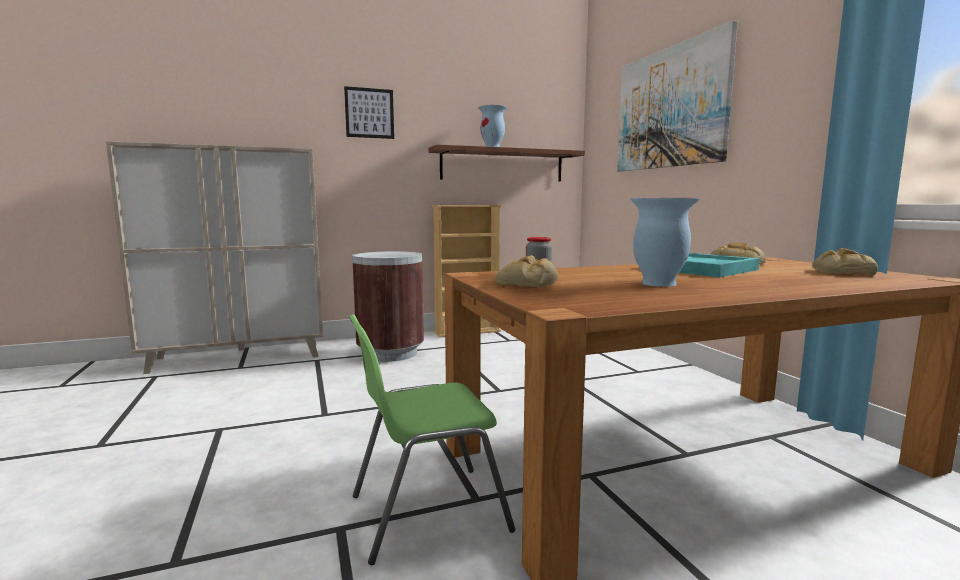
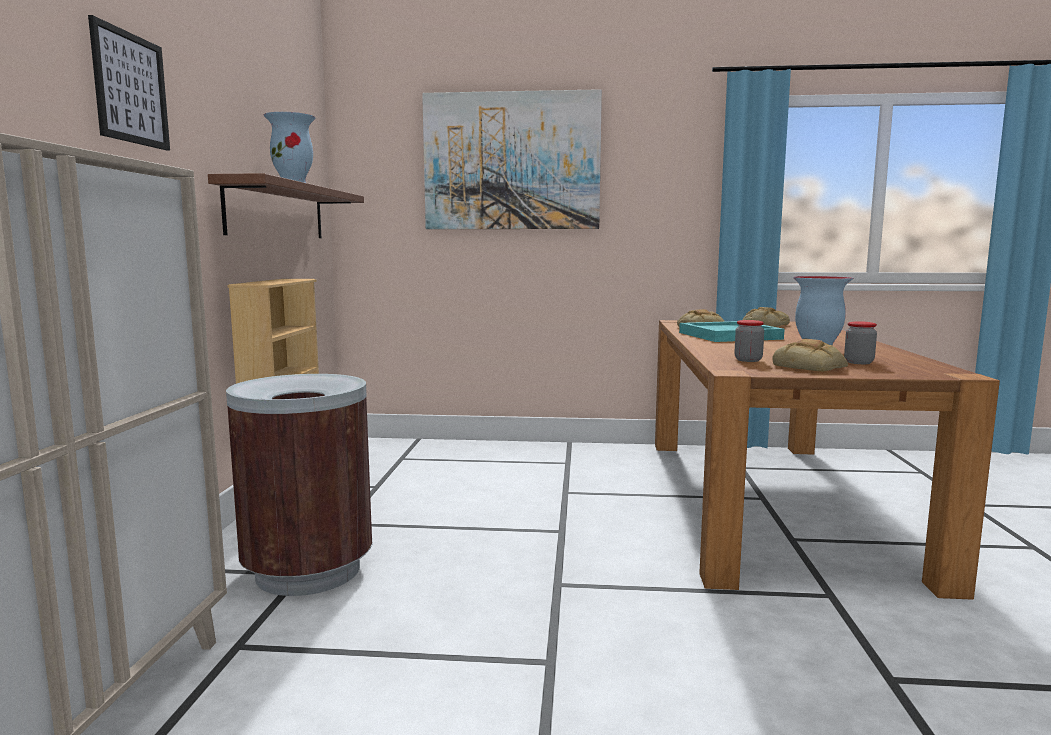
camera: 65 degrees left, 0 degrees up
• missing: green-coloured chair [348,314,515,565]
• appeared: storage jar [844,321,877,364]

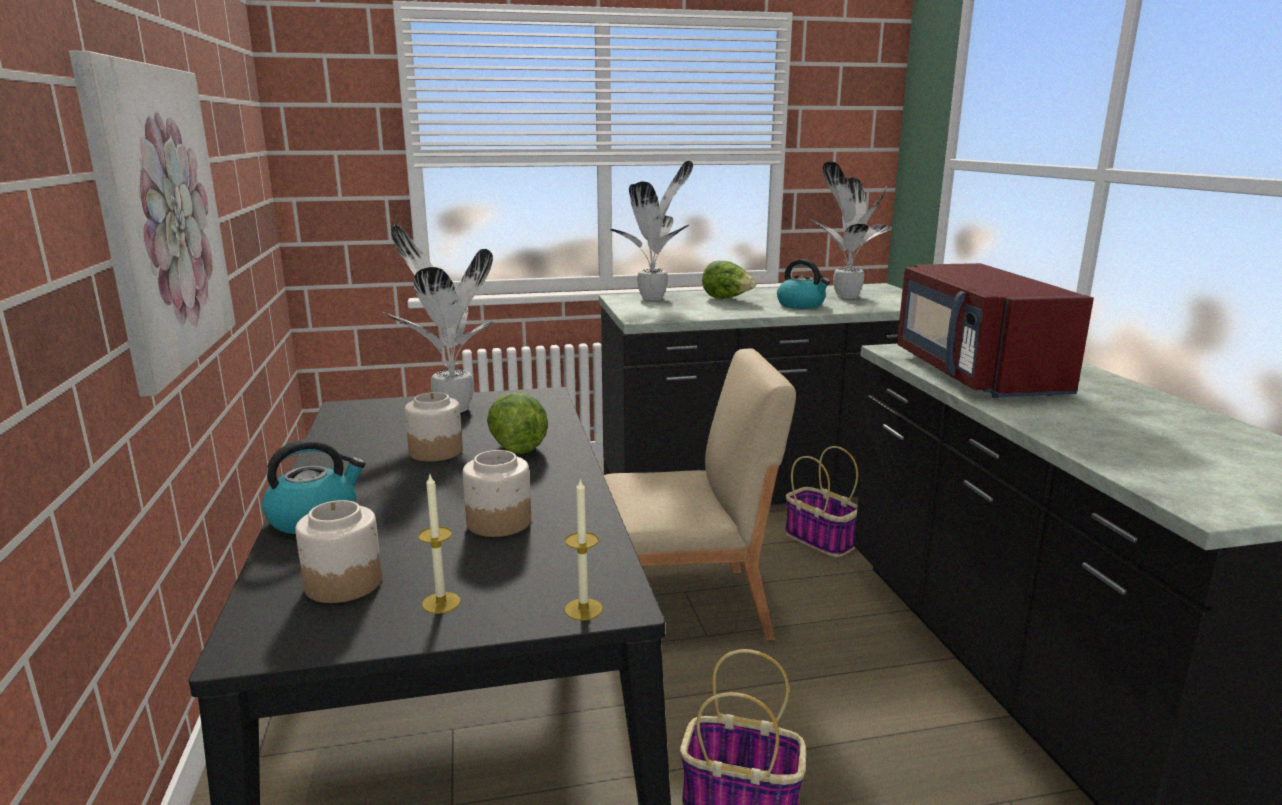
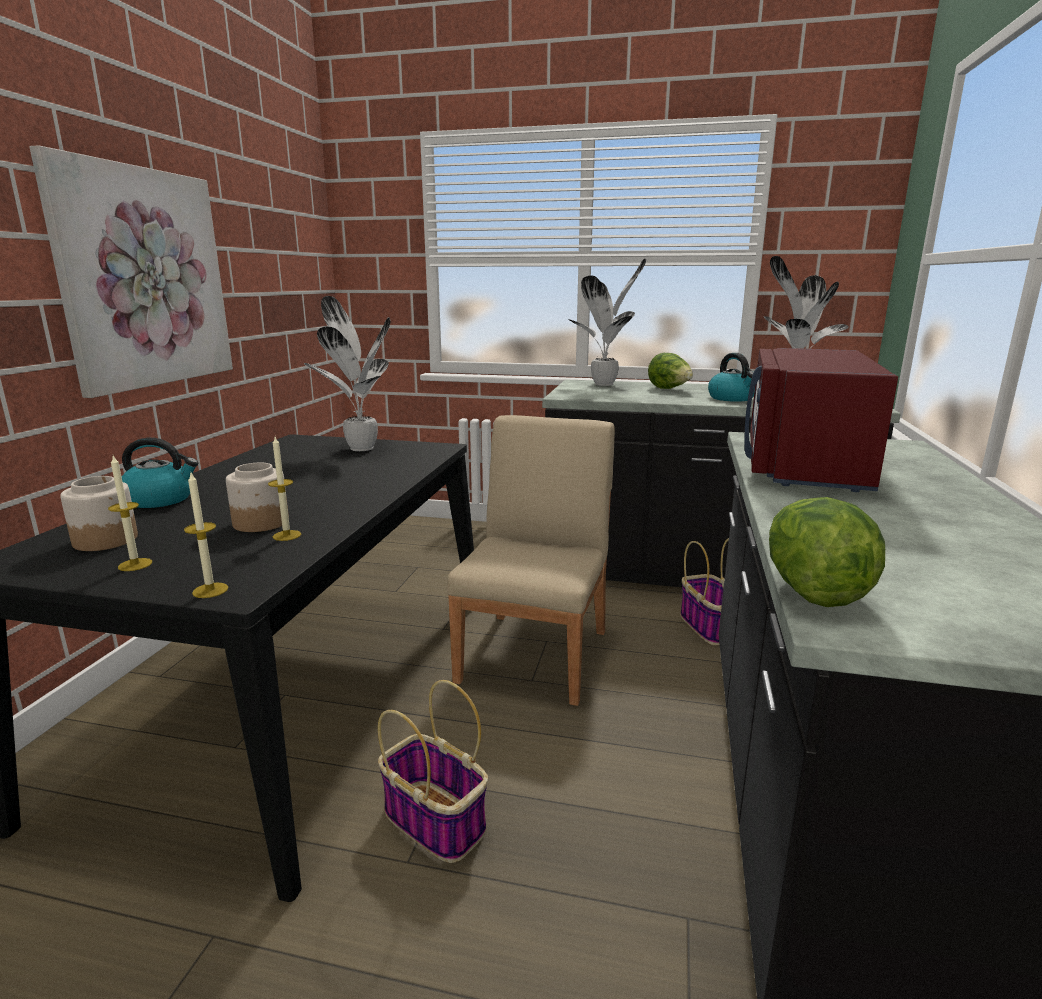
camera: 25 degrees right, 0 degrees up
• spun: beige-coloured chair [604,348,796,640] = [447,415,615,706] 90 degrees counterclockwise
• missing: storage jar [405,392,463,461]
• relocated: lettuce [487,392,548,454] to [769,497,885,607]
• appeared: wax candle [268,437,301,541]

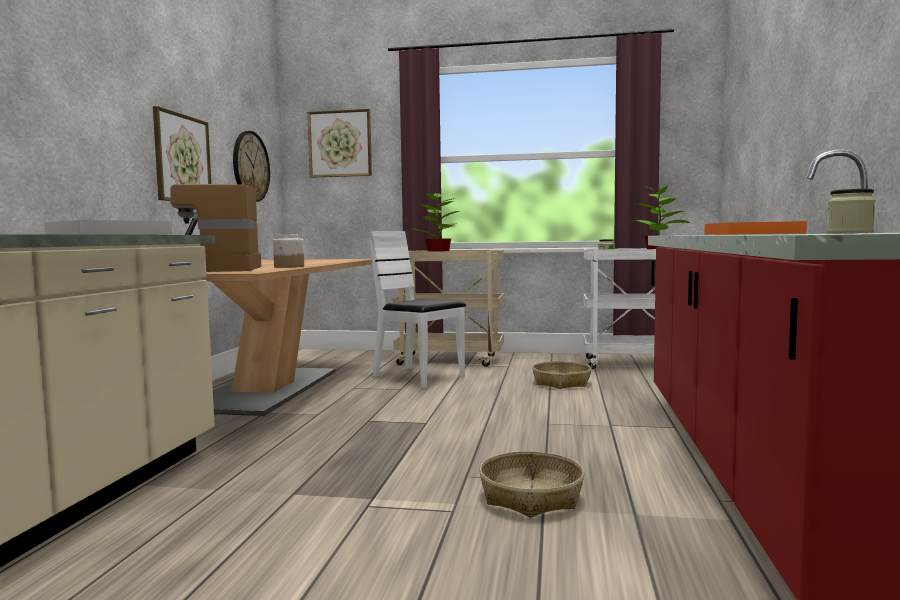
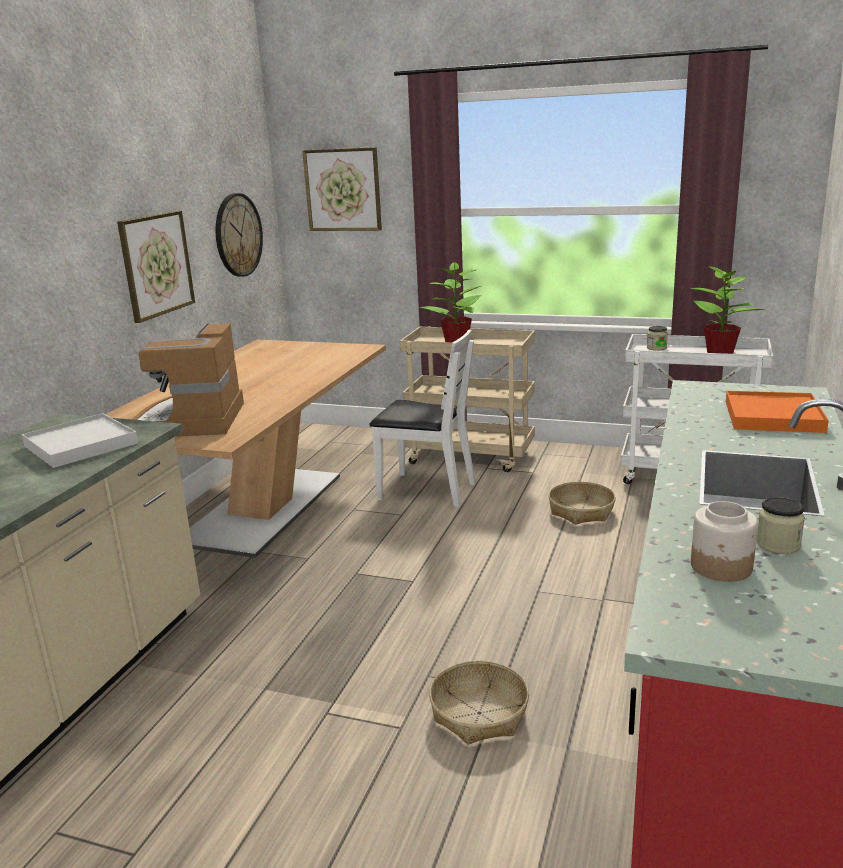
camera: 10 degrees right, 15 degrees up
• spun: white chair [369,231,466,388] = [369,329,475,507] 150 degrees clockwise
• relocated: storage jar [273,235,304,268] to [691,501,758,582]

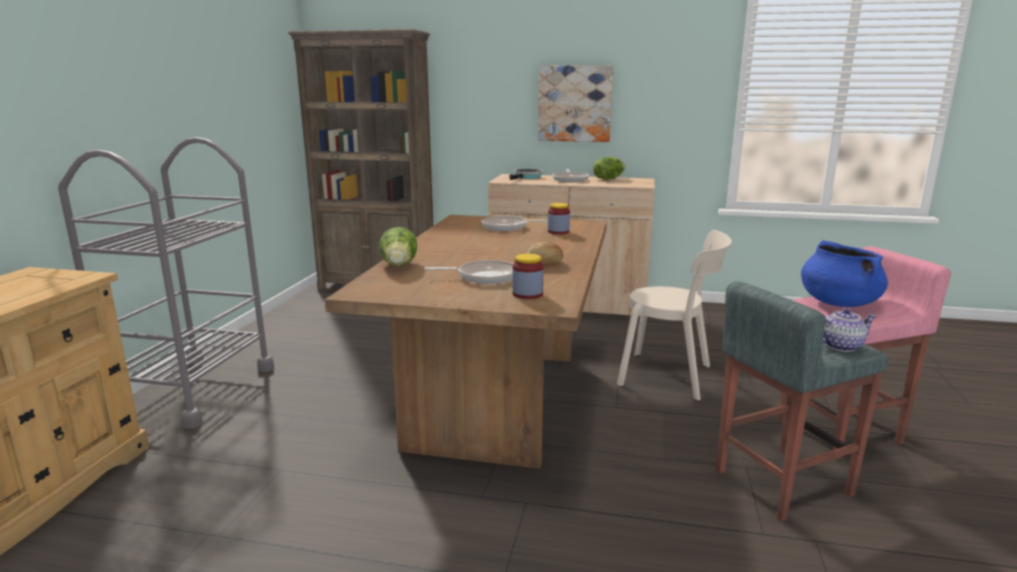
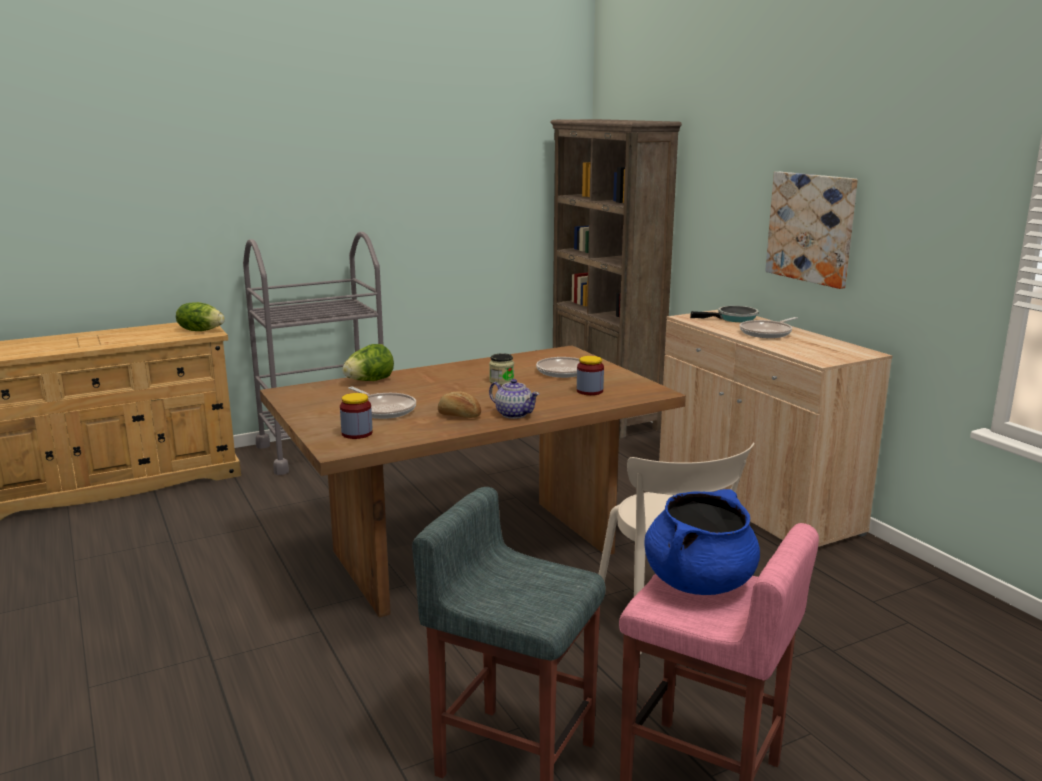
camera: 50 degrees right, 0 degrees up
• relocated: lettuce [593,157,625,180] to [176,302,225,331]
• relocated: teapot [823,308,876,352] to [489,379,539,419]
• appeared: storage jar [489,353,514,385]

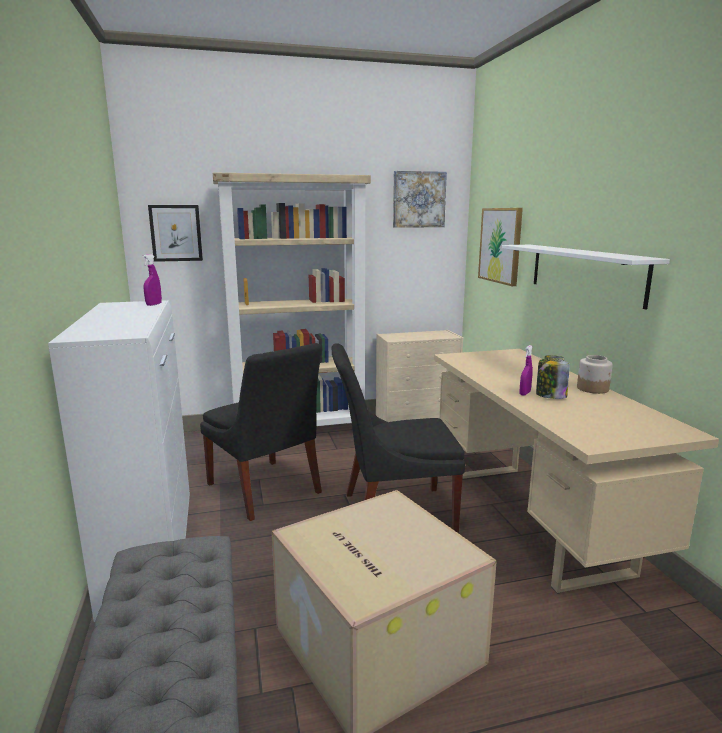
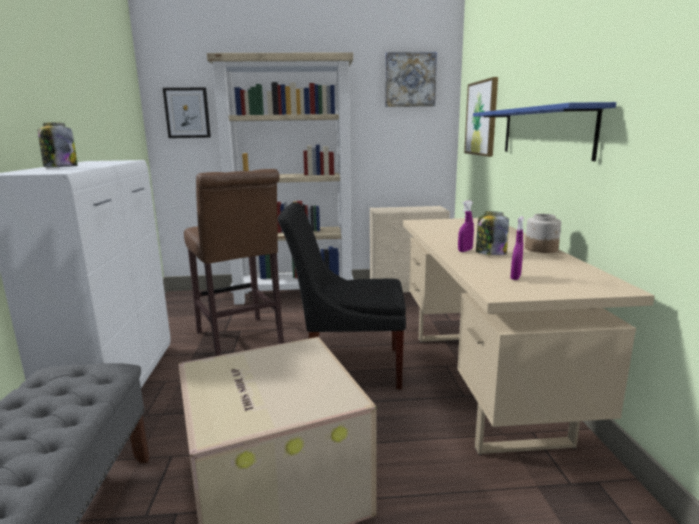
camera: 10 degrees right, 0 degrees up
• colour: white wall shelf [502,245,670,309] to bluish wall shelf [473,102,616,161]
• relocated: purplish spray bottle [142,254,162,306] to [510,216,524,280]
• exchanged: black-coloured chair [200,343,323,521] to brownish sitting stool [184,169,284,356]
• appeared: storage jar [38,122,78,167]

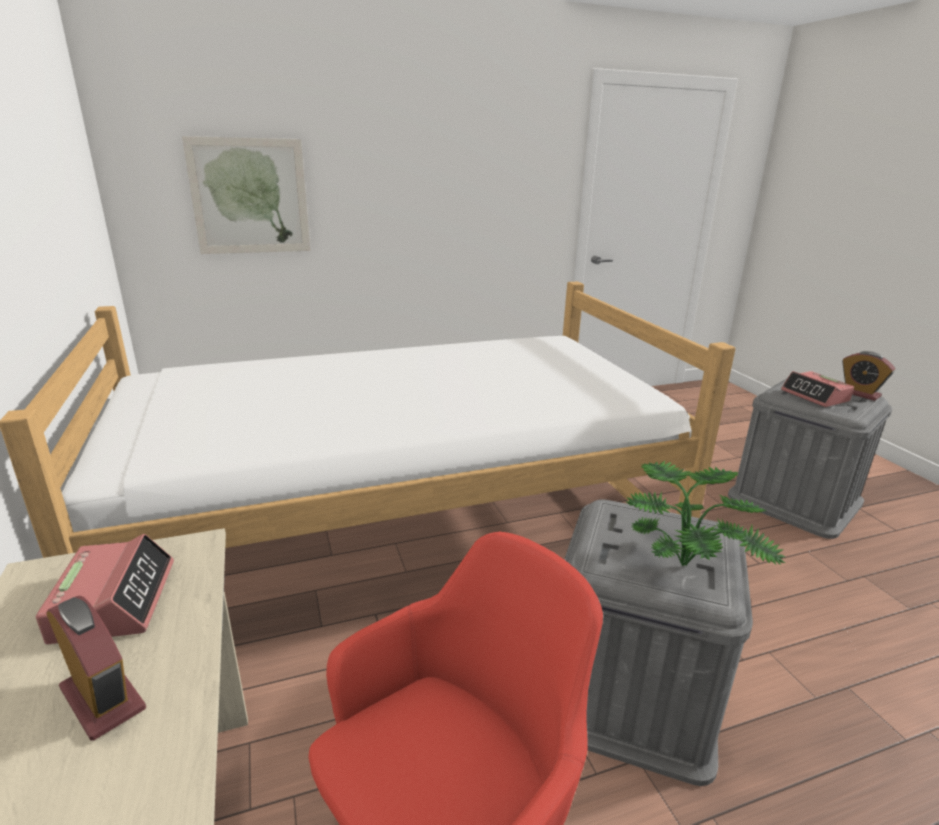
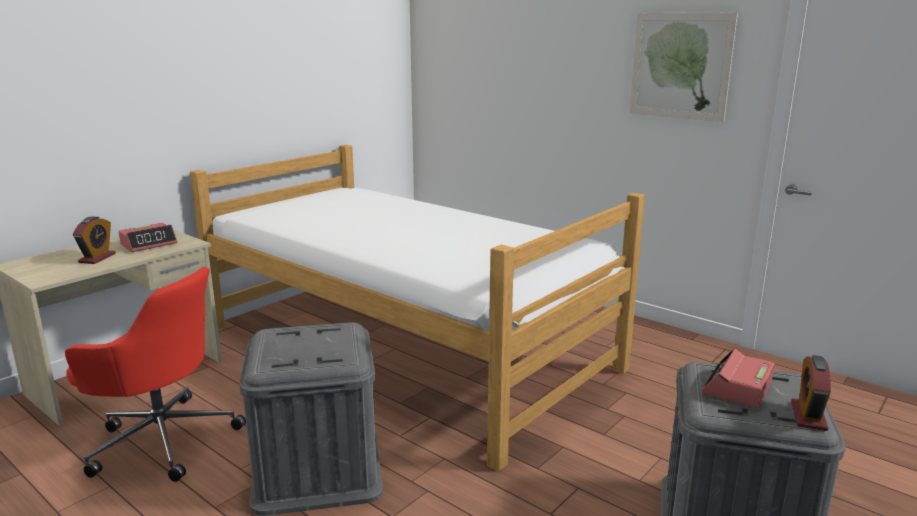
camera: 60 degrees right, 5 degrees down
• relocated: wall art [182,136,310,254] to [629,13,738,122]
• missing: plant in a pot [626,461,786,566]

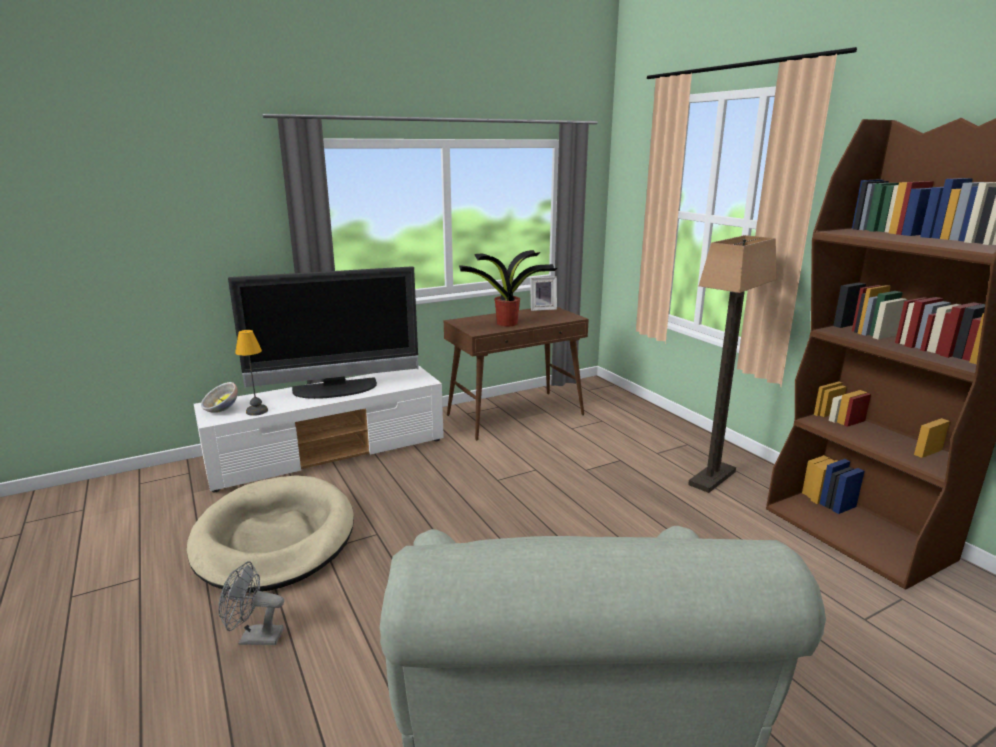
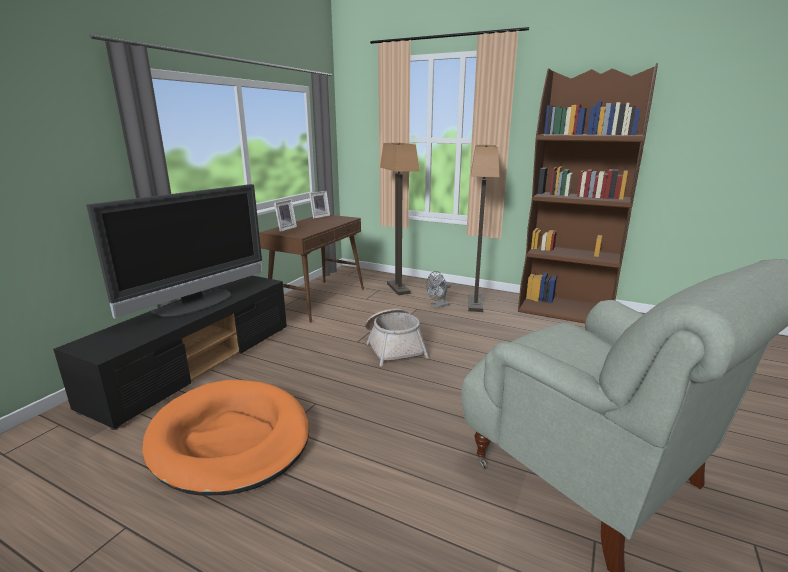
camera: 35 degrees left, 0 degrees up
• missing: plant in a pot [459,250,557,326]
• missing: tabletop lamp [235,330,268,416]
• colour: white tv unit [194,366,444,492] to black-coloured tv unit [53,276,287,430]
• missing: deep dish [201,382,238,413]
• colour: beige-coloured dog bed [187,475,354,593] to orange dog bed [142,380,309,496]
• relocated: grey cooling fan [218,561,284,645] to [426,271,451,308]
• appeared: standard lamp [380,143,419,295]
• appeared: photo frame [274,199,297,232]
• appeared: storage basket [365,309,429,367]

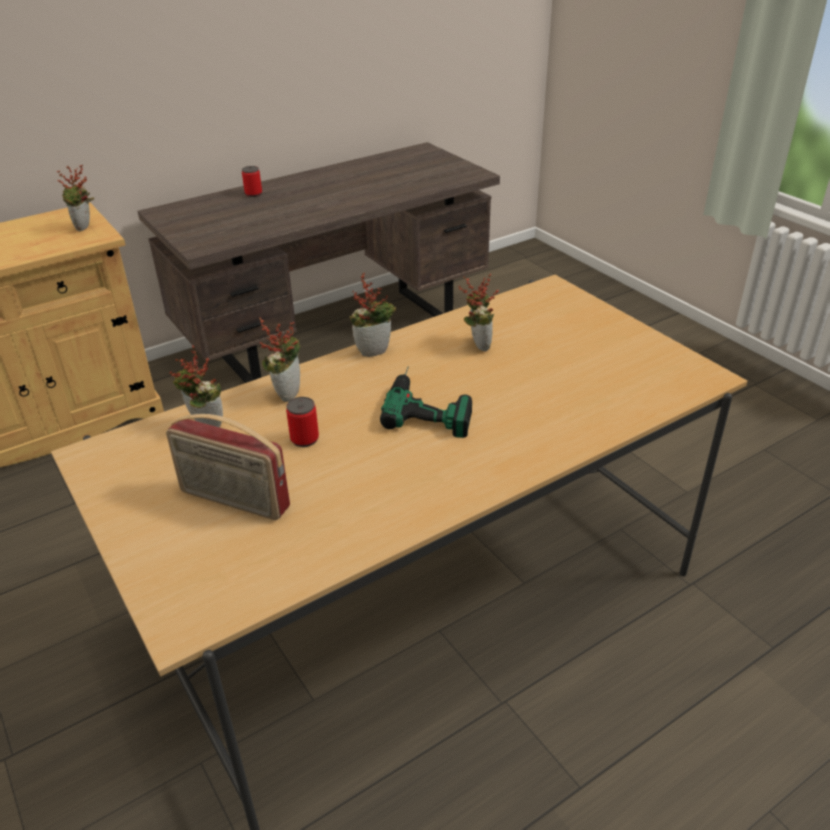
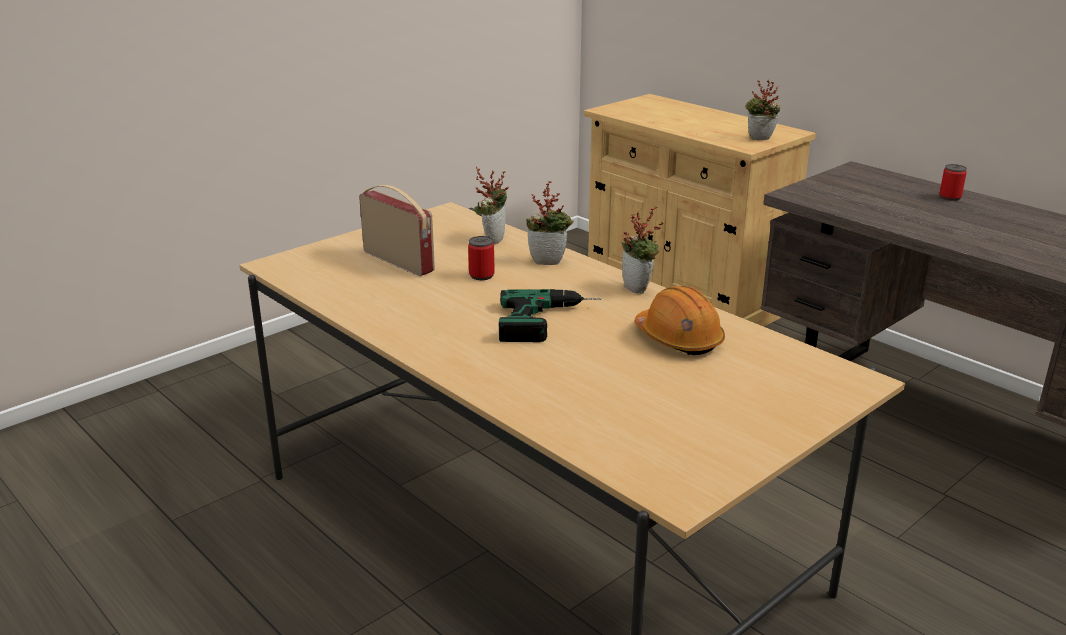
camera: 80 degrees right, 10 degrees down
• exchanged: plant in a pot [458,274,499,352] to orange work helmet [635,286,725,355]
• spun: radio [166,414,290,520] = [359,185,435,276] 120 degrees clockwise

